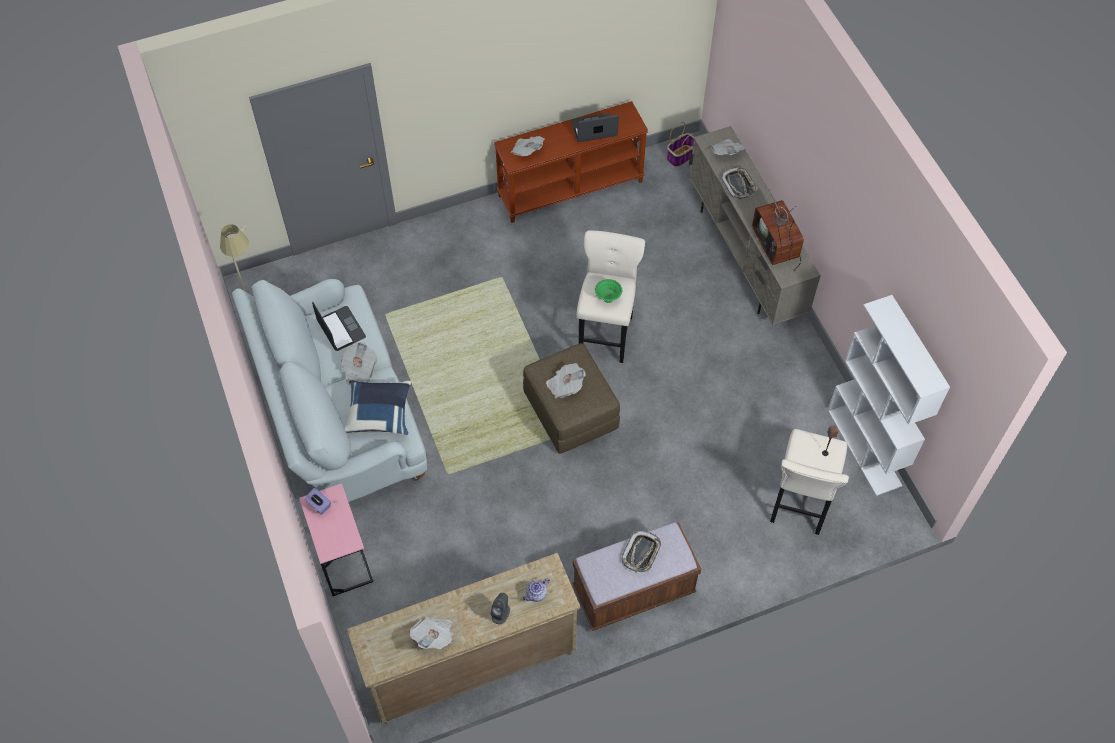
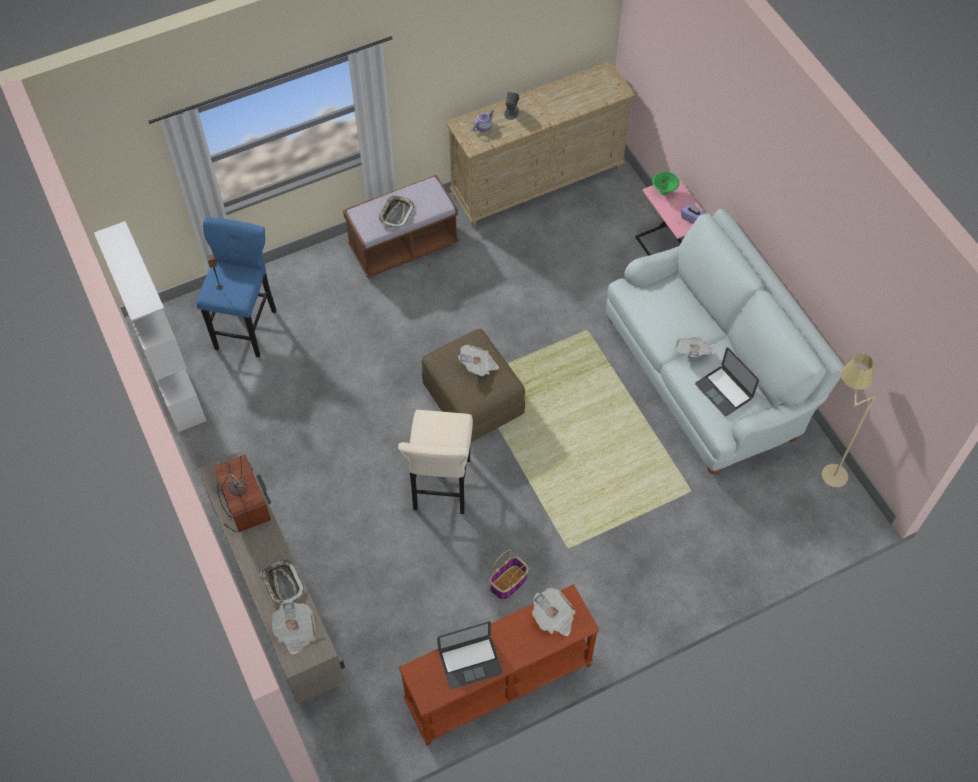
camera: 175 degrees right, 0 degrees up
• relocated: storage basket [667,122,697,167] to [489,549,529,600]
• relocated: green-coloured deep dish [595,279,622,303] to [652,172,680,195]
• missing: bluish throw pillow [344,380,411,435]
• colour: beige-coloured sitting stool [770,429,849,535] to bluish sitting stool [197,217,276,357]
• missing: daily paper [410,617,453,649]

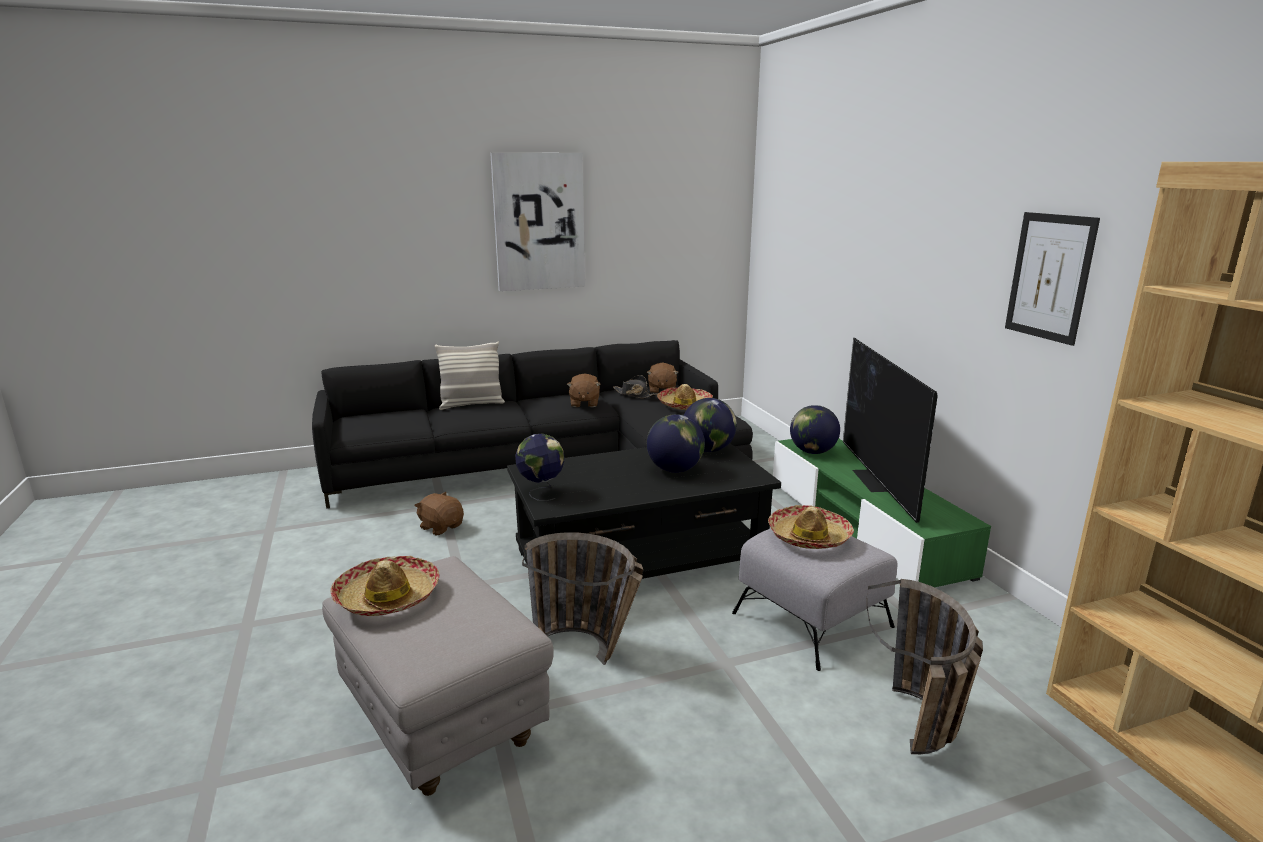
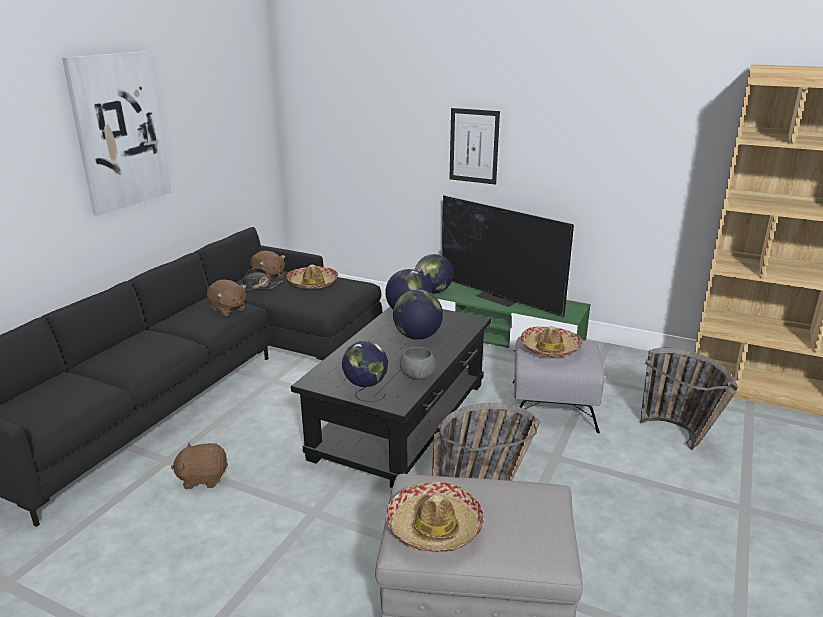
camera: 45 degrees left, 5 degrees up
• relocated: wall art [1005,212,1100,346] to [449,108,500,185]
• missing: throw pillow [435,342,505,410]
• appeared: grey deep dish [400,347,436,380]

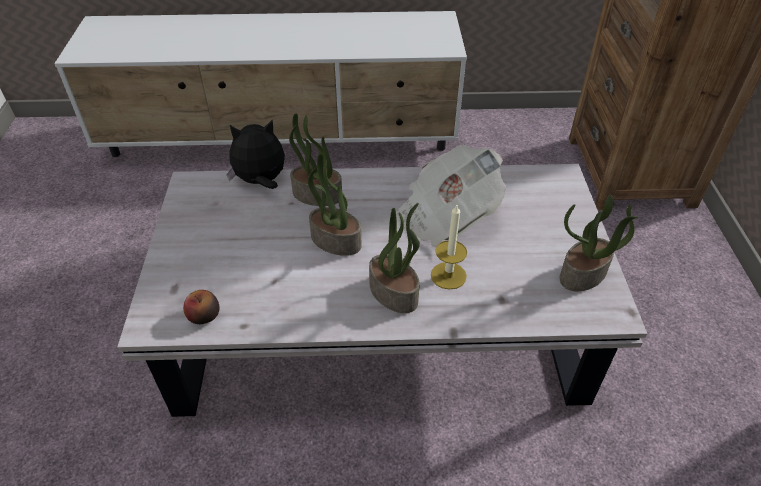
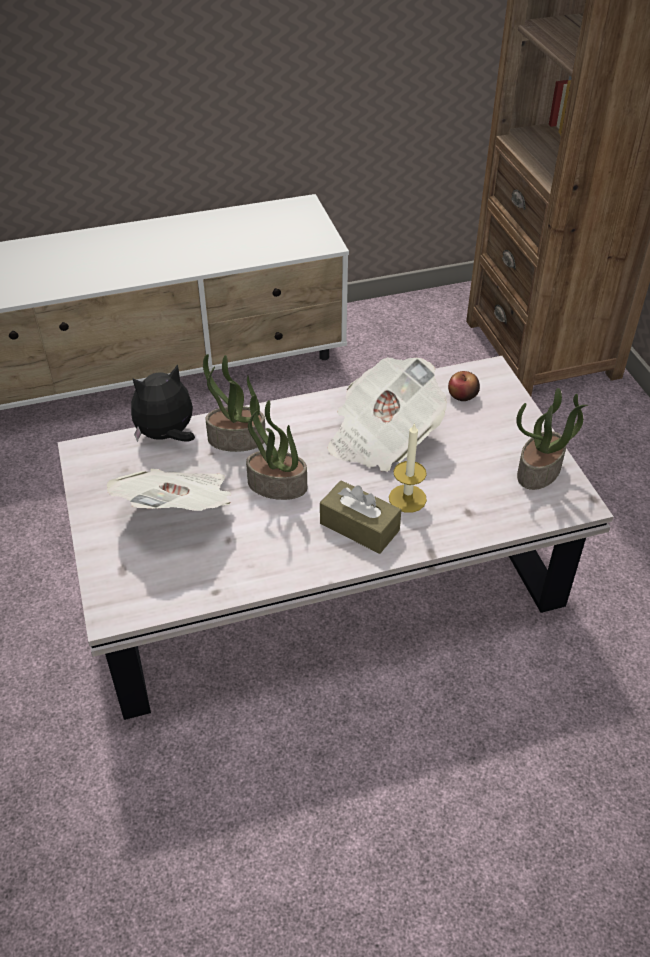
camera: 15 degrees left, 0 degrees up
• exchanged: plant in a pot [369,203,420,313] to brownish tissue holder [320,480,401,554]
• relocated: apple fruit [183,290,220,324] to [448,371,480,401]
• appeared: daily paper [106,469,232,511]

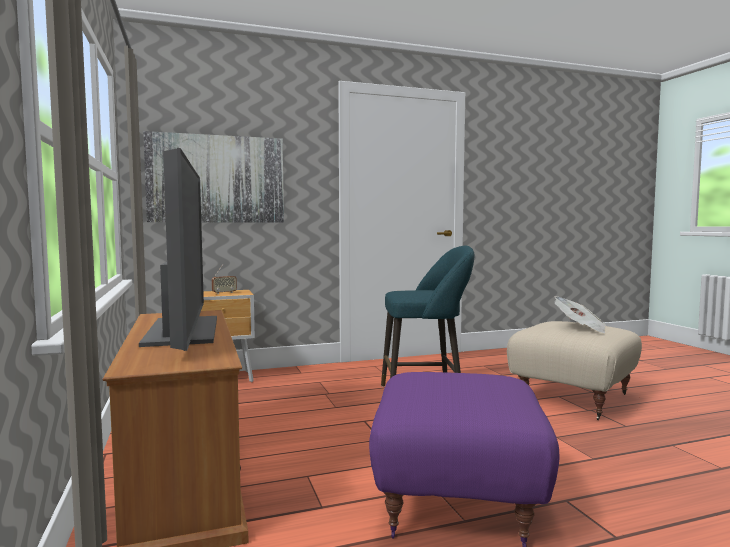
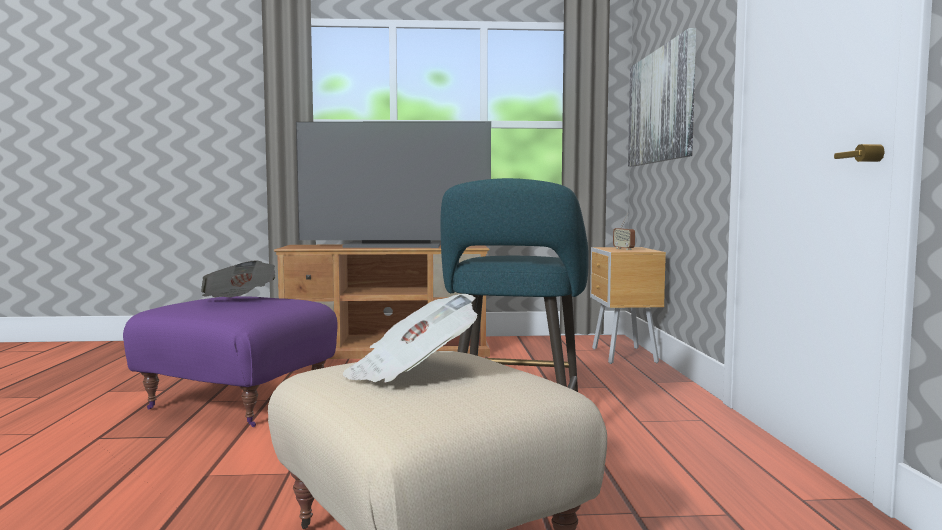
camera: 105 degrees right, 0 degrees up
• appeared: daily paper [201,260,276,297]

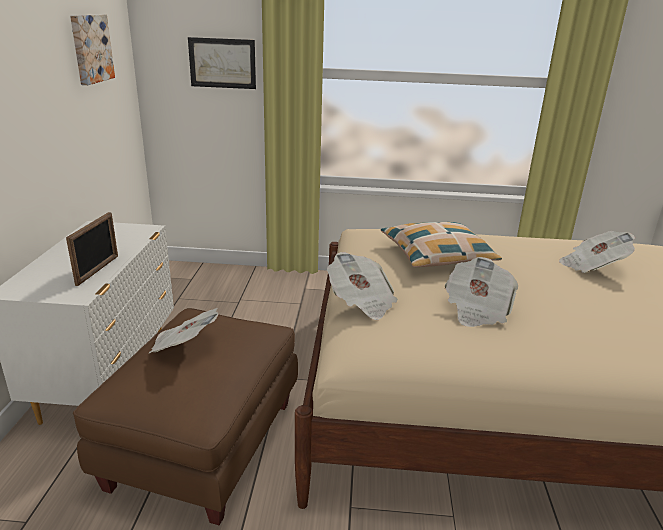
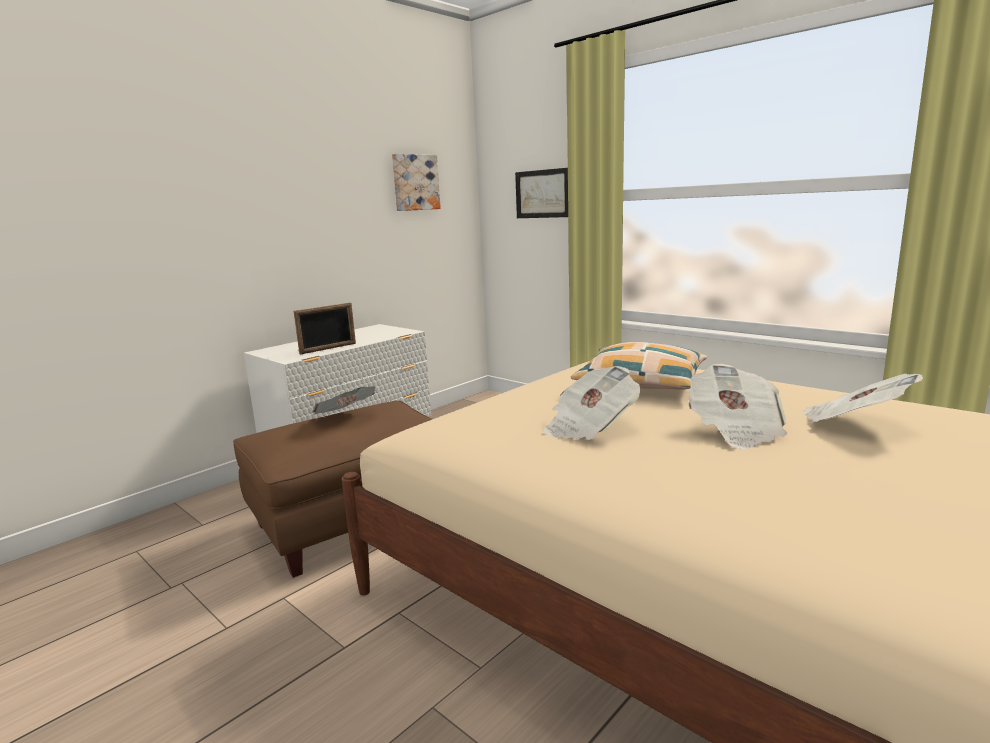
camera: 40 degrees right, 10 degrees down
• relocated: daily paper [327,252,398,320] to [688,364,787,449]

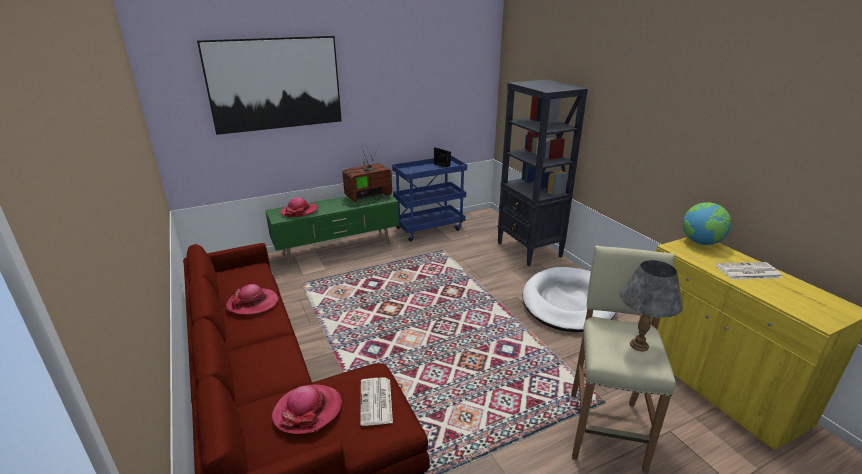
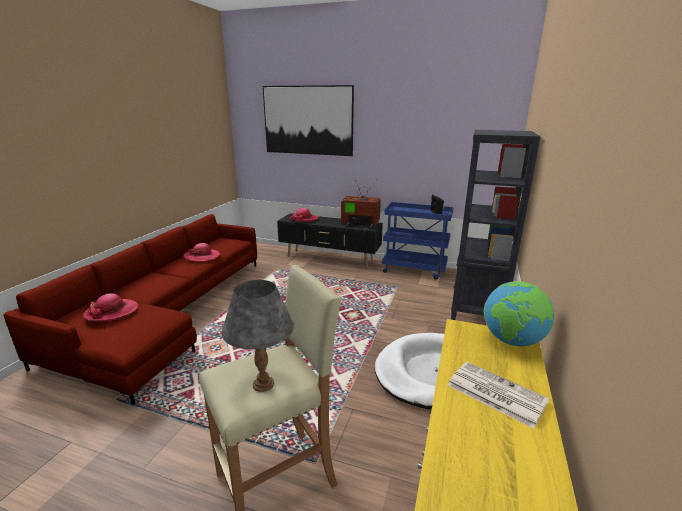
camera: 45 degrees right, 5 degrees down
• colour: green-coloured tv unit [265,194,399,266] to black-coloured tv unit [277,214,383,268]
• missing: daily paper [360,377,393,426]

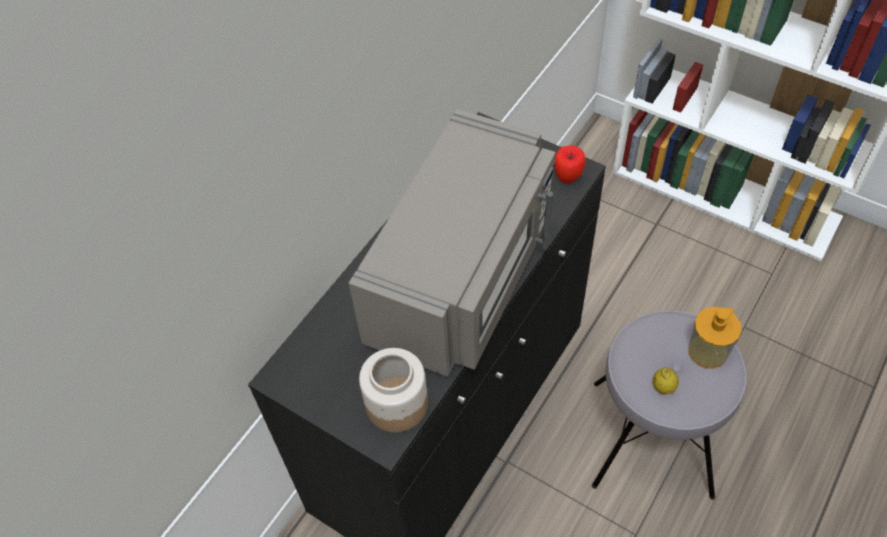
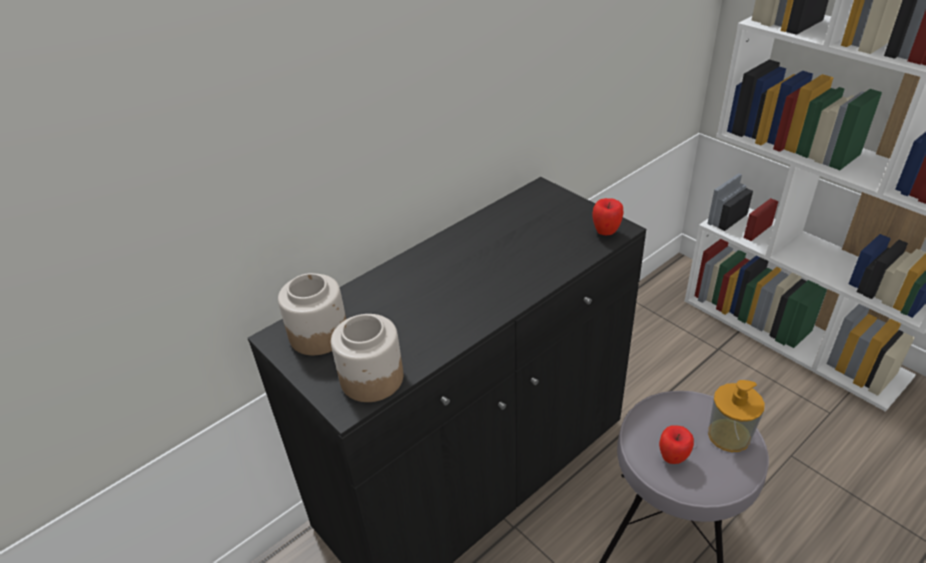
camera: 15 degrees right, 15 degrees down
• missing: grey microwave oven [349,109,556,378]
• exchanged: lemon [653,368,679,394] to apple fruit [659,425,694,464]
• appeared: storage jar [278,273,346,355]

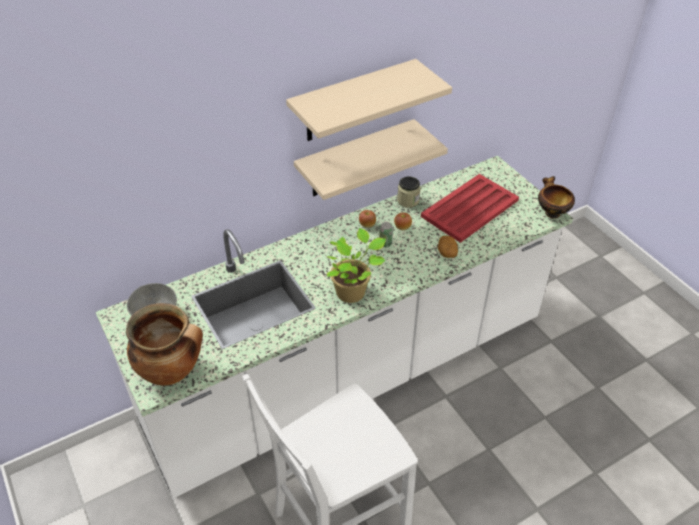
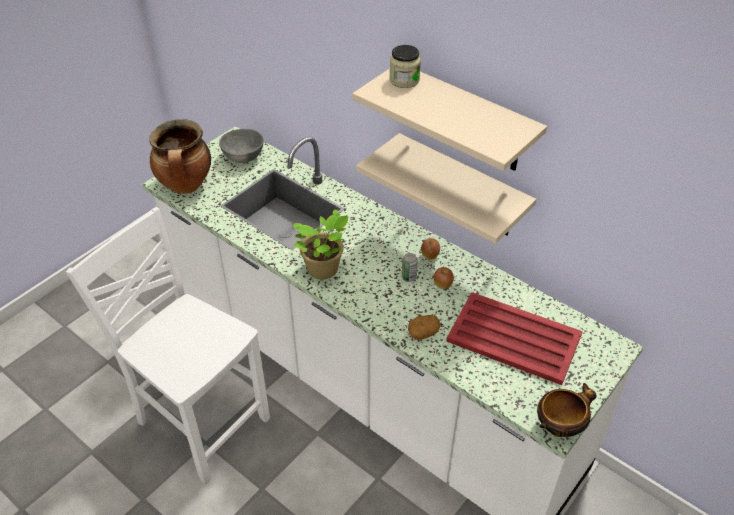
camera: 70 degrees right, 0 degrees up
• relocated: storage jar [397,177,421,208] to [389,45,421,88]

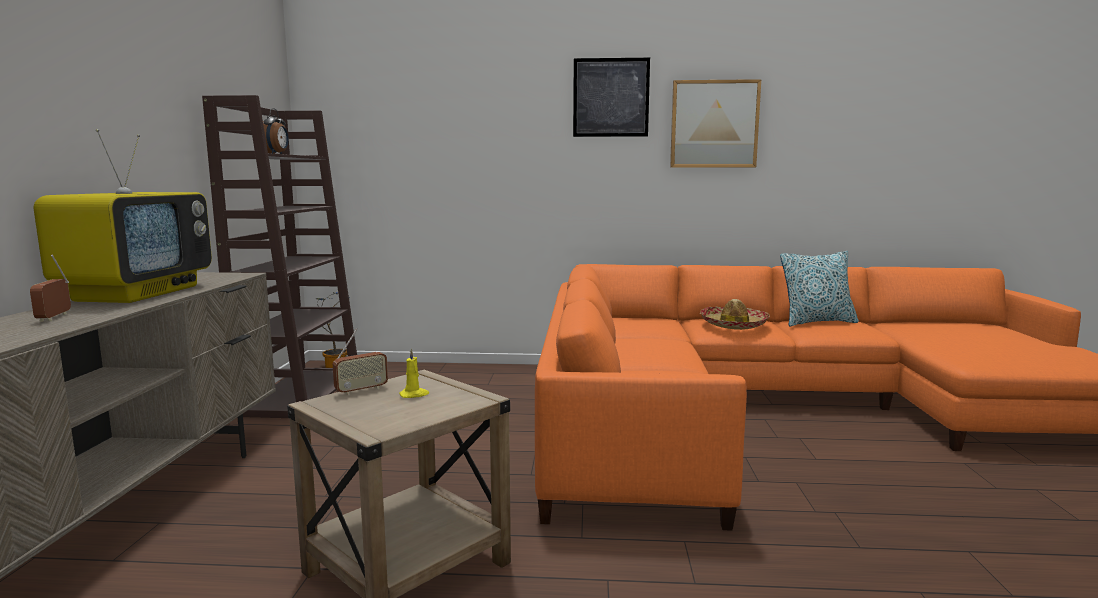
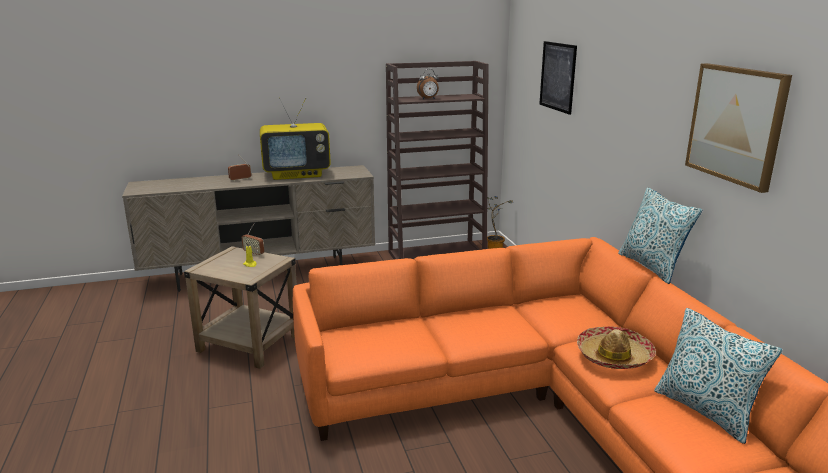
camera: 70 degrees right, 10 degrees up
• relocated: wall art [573,58,650,137] to [539,41,577,115]
• appeared: throw pillow [618,188,702,284]

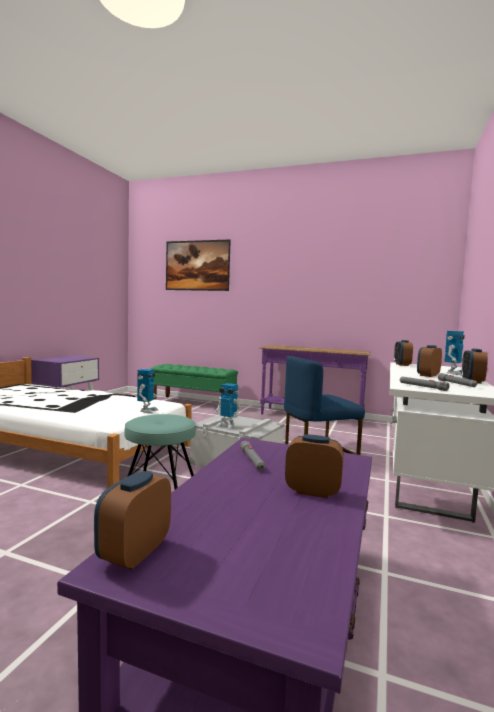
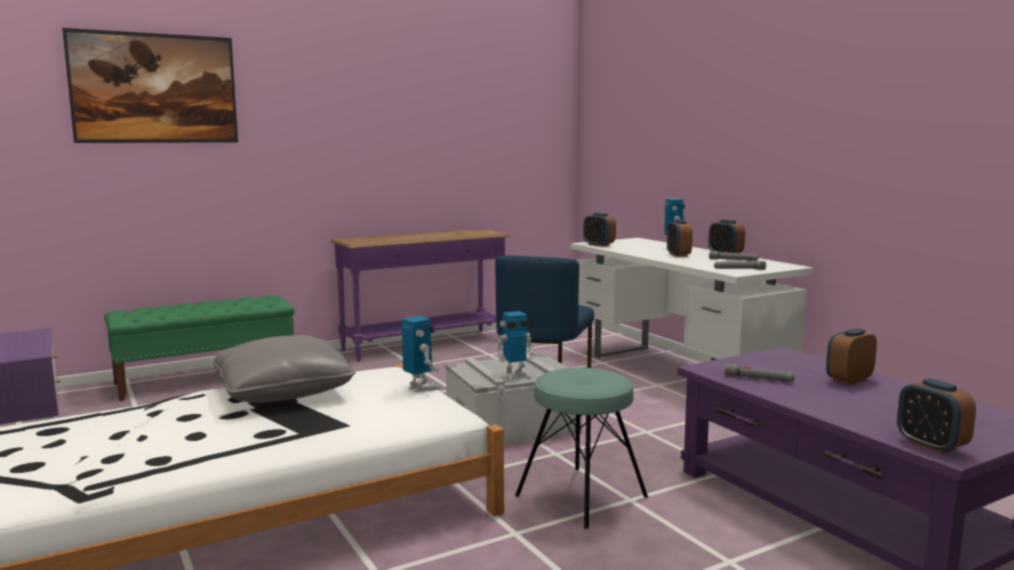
camera: 50 degrees left, 5 degrees up
• appeared: grey throw pillow [213,335,356,402]

